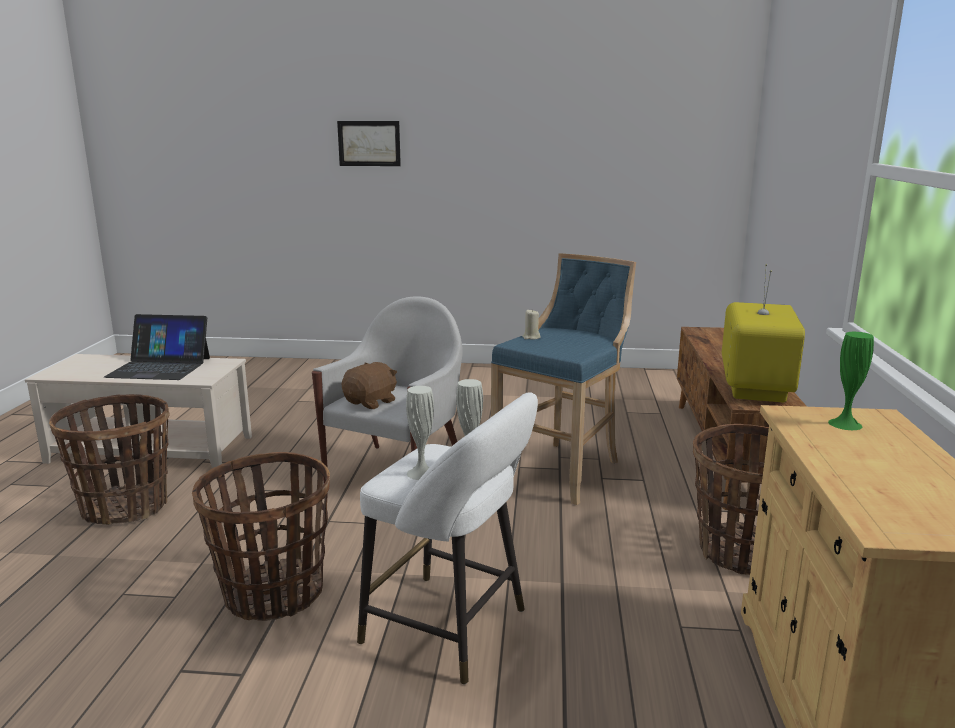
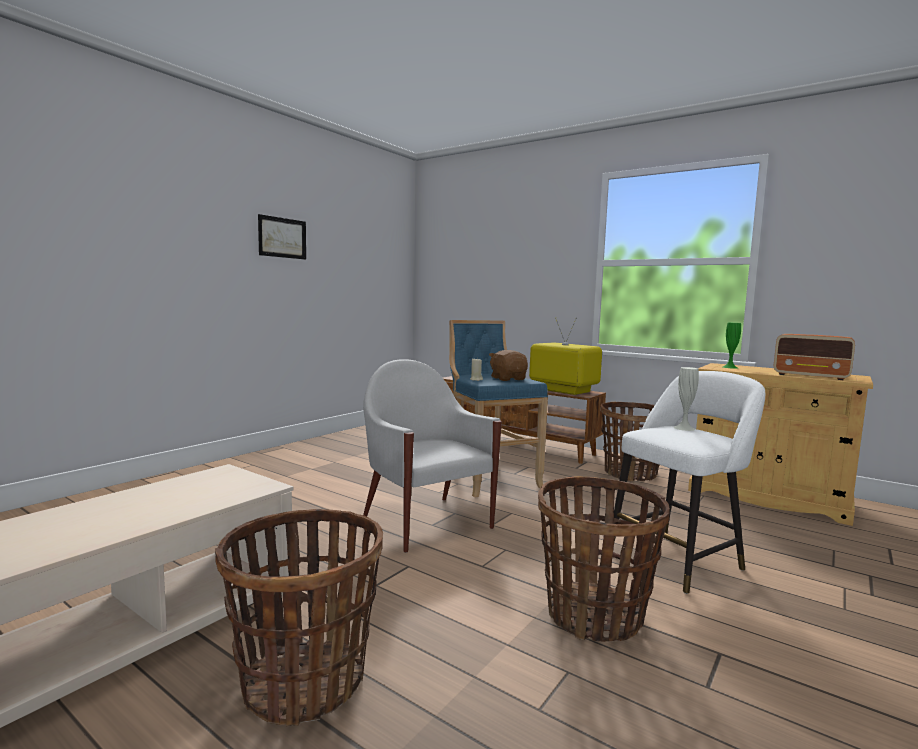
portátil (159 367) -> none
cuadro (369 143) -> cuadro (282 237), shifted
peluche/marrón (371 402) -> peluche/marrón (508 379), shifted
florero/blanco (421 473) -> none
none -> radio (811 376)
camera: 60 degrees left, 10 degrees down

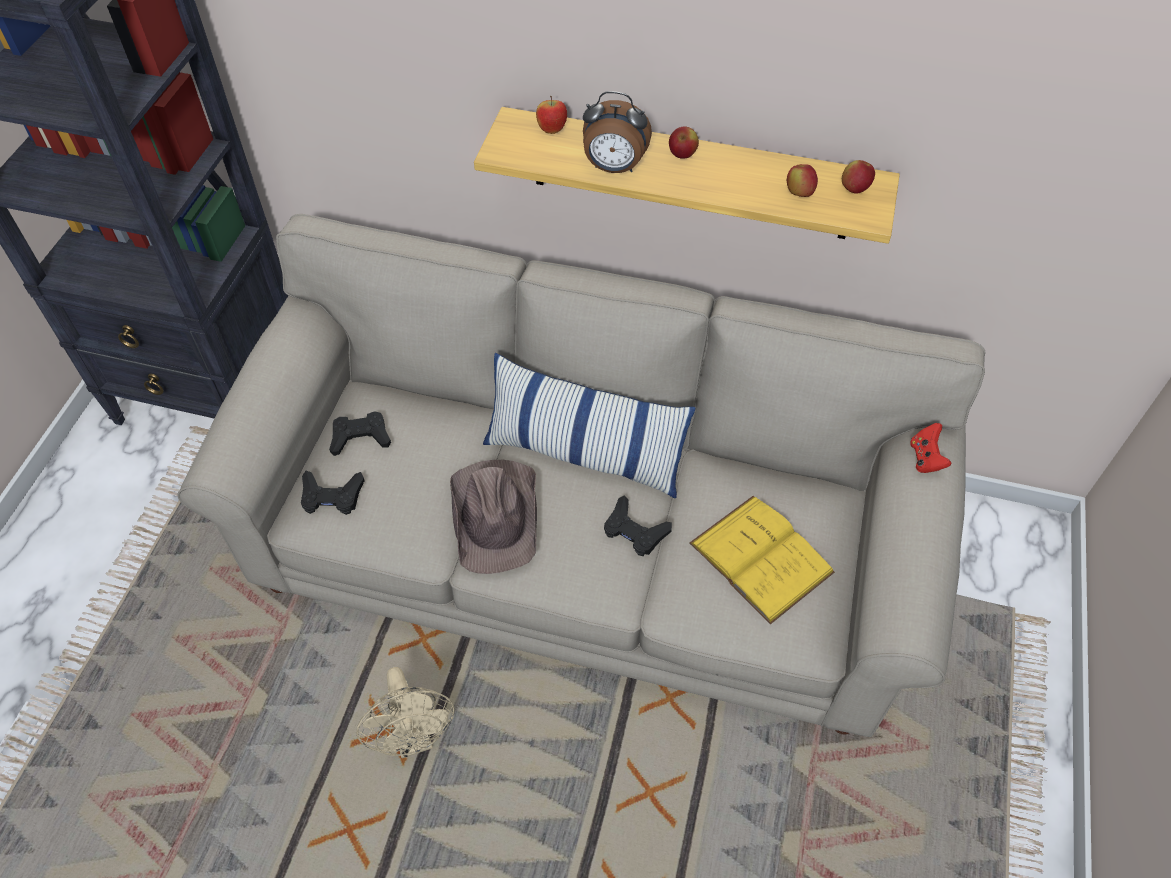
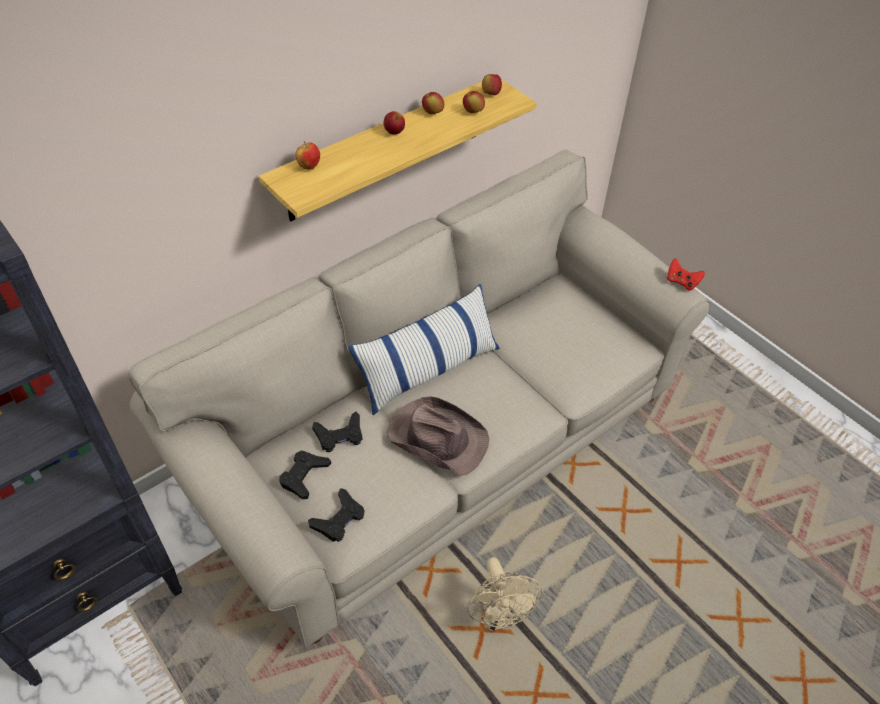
ventilador/beis (414 738) -> ventilador/beis (498 616), 60 degrees clockwise
despertador (614 168) -> none
mando de consola/negro (634 531) -> mando de consola/negro (339 435), shifted
libro/amarillo (761 557) -> none
mando de consola/rojo (925 458) -> mando de consola/rojo (681 282), shifted
none -> manzana (432 113)
camera: 55 degrees left, 5 degrees down

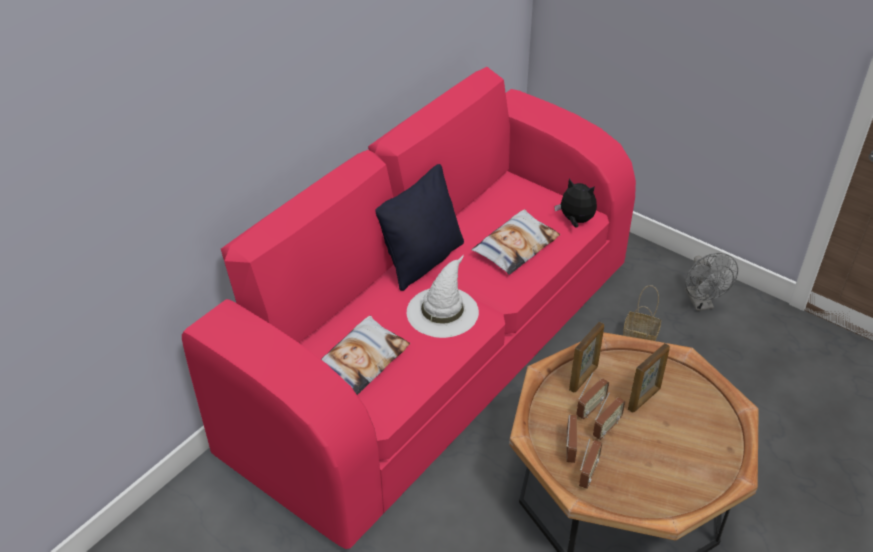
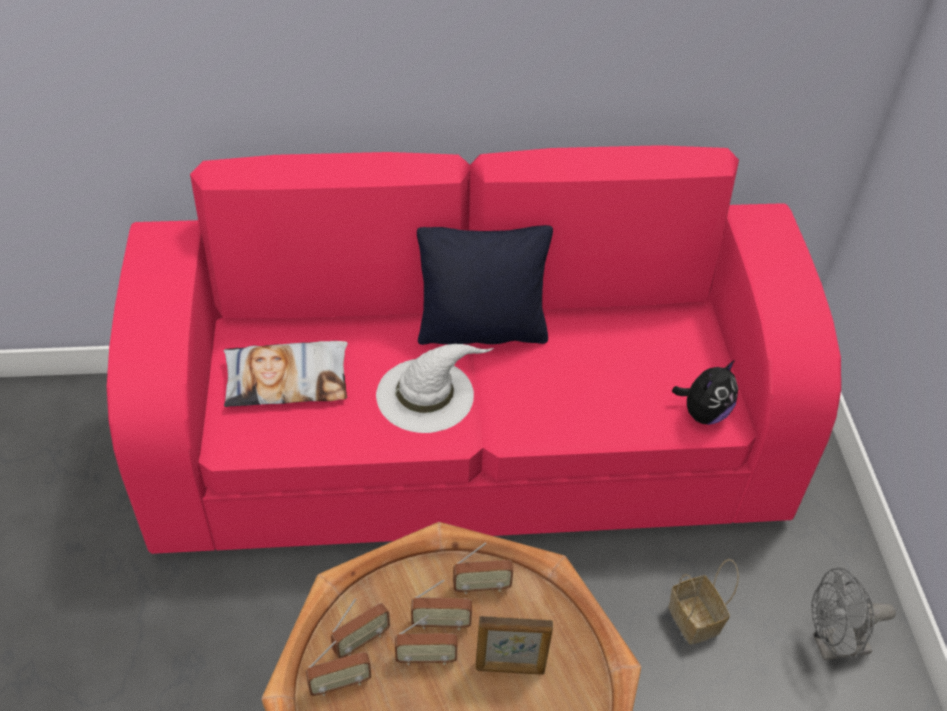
cojín (515 247) -> none
peluche (575 221) -> peluche (703 413), 60 degrees clockwise
portarretratos (584 378) -> radio (481 586)
ventilador/gris (701 303) -> ventilador/gris (832 646), 45 degrees clockwise
camera: 45 degrees right, 5 degrees up

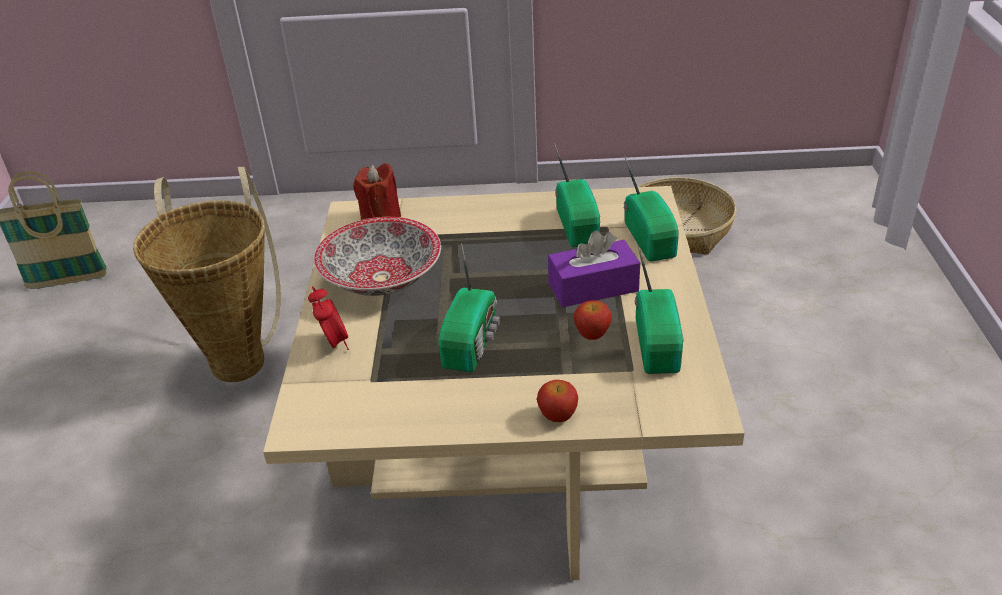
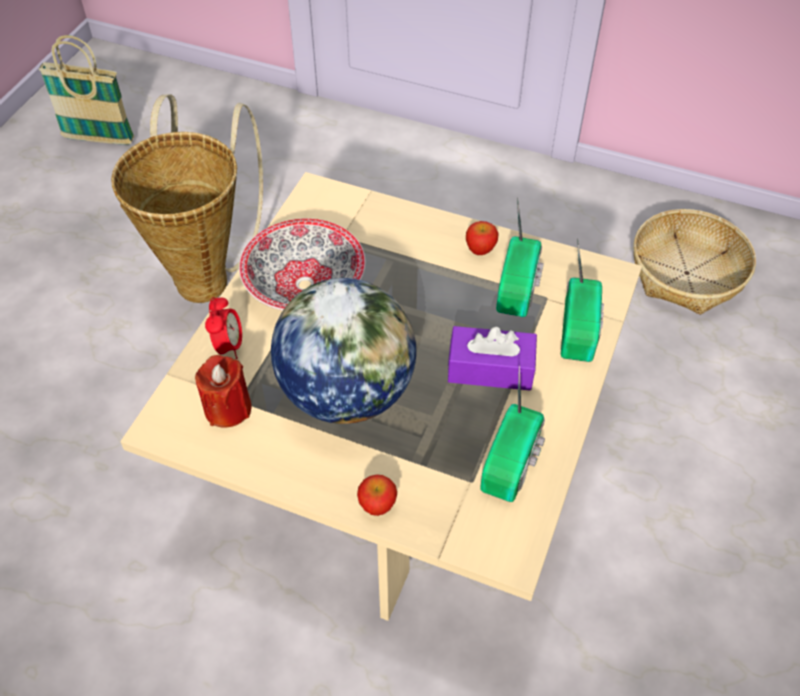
vela/rojo (380 217) -> vela/rojo (228 408), shifted
radio (473 342) -> globo terráqueo (347 392)
manzana (592 333) -> manzana (480 249), shifted
camera: 20 degrees right, 15 degrees up

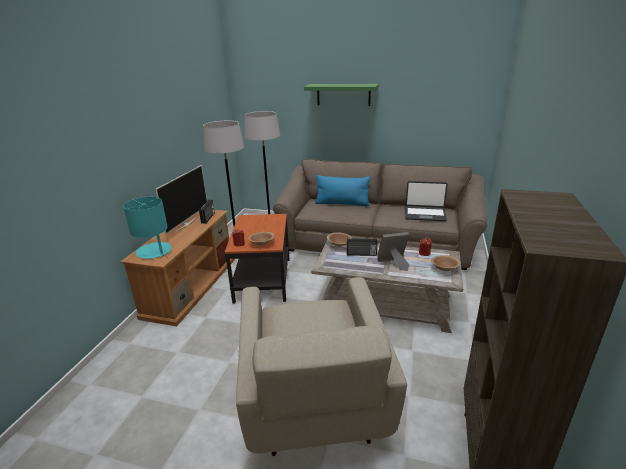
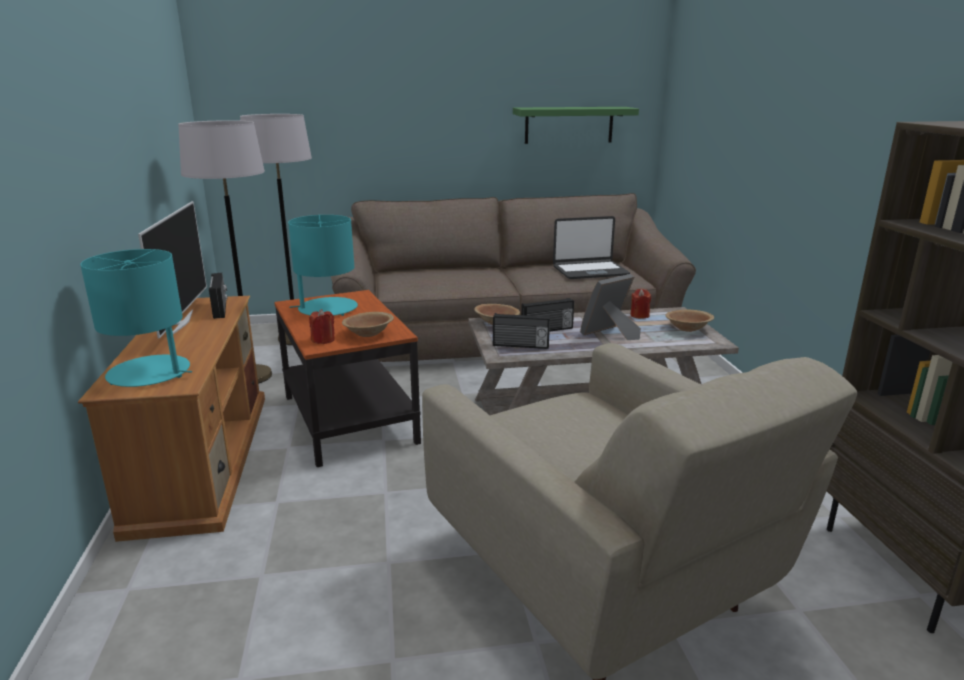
estante/verde (343 94) -> estante/verde (569 125), shifted
cojín/azul (342 203) -> none
none -> lámpara de mesa/turquesa (327 308)
none -> radio (520 345)
camera: 25 degrees left, 5 degrees down

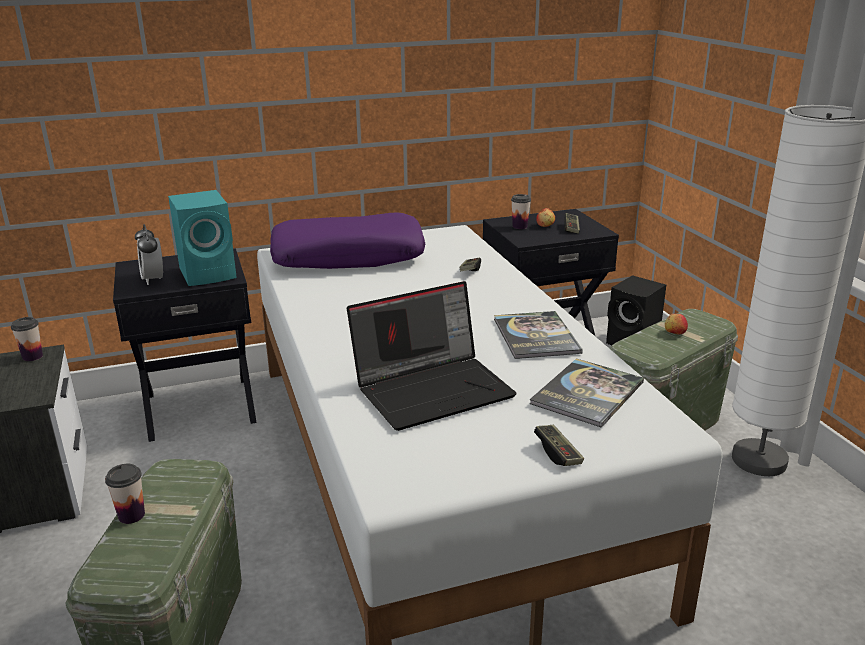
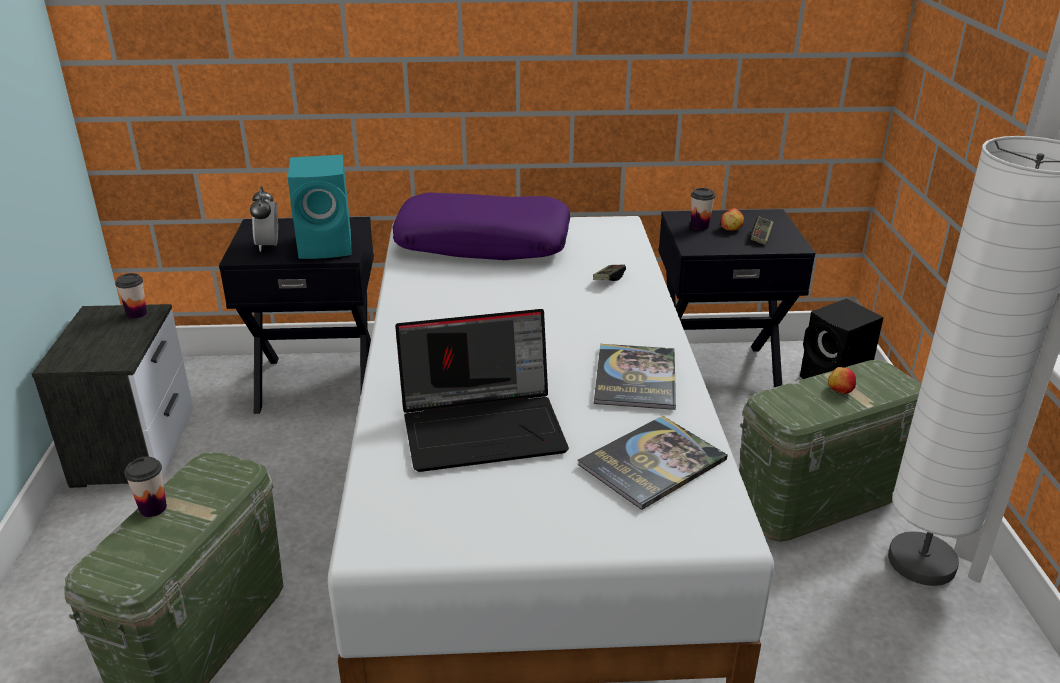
mando de consola (558 453) -> none
camera: 15 degrees right, 5 degrees up

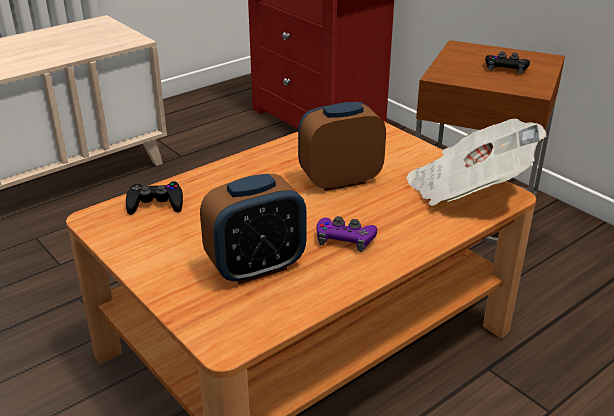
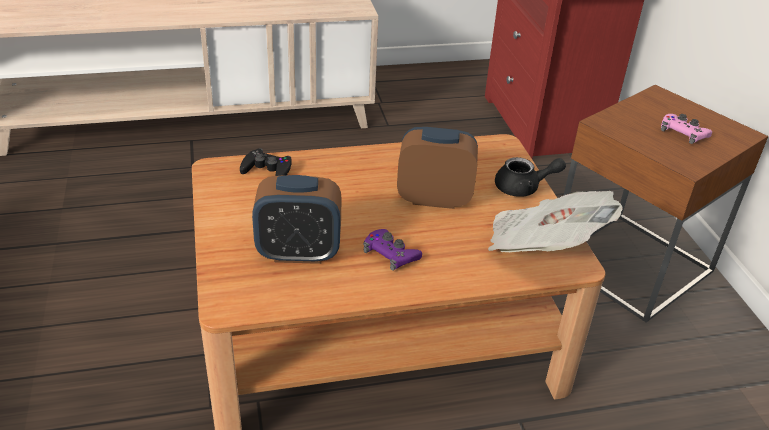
mando de consola/negro (506 68) -> mando de consola/rosa (683 133)
none -> tetera/negro (523 188)
camera: 25 degrees right, 5 degrees up

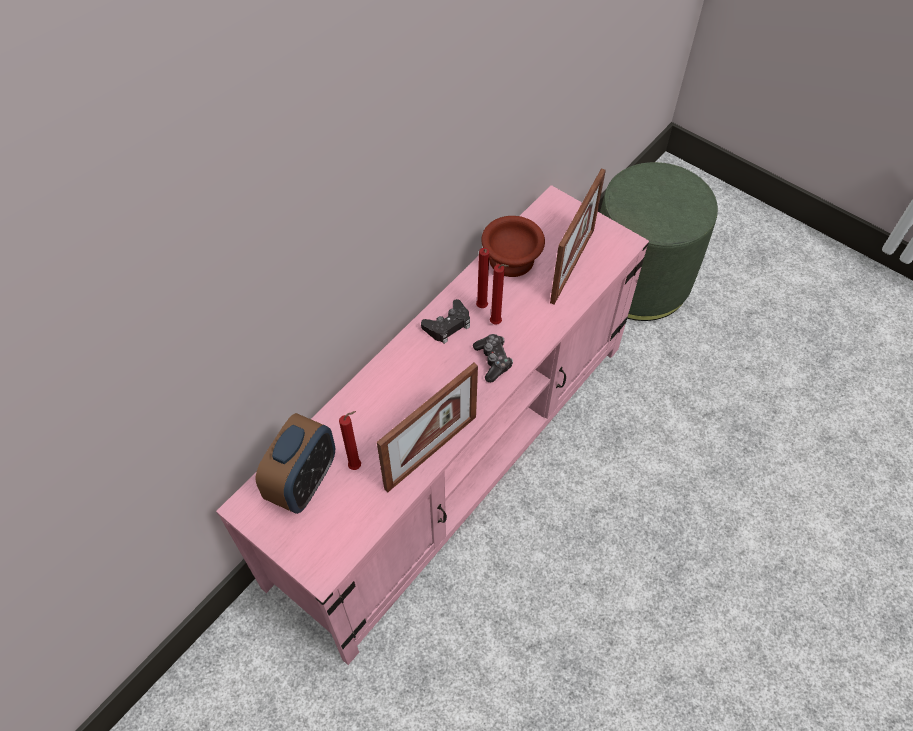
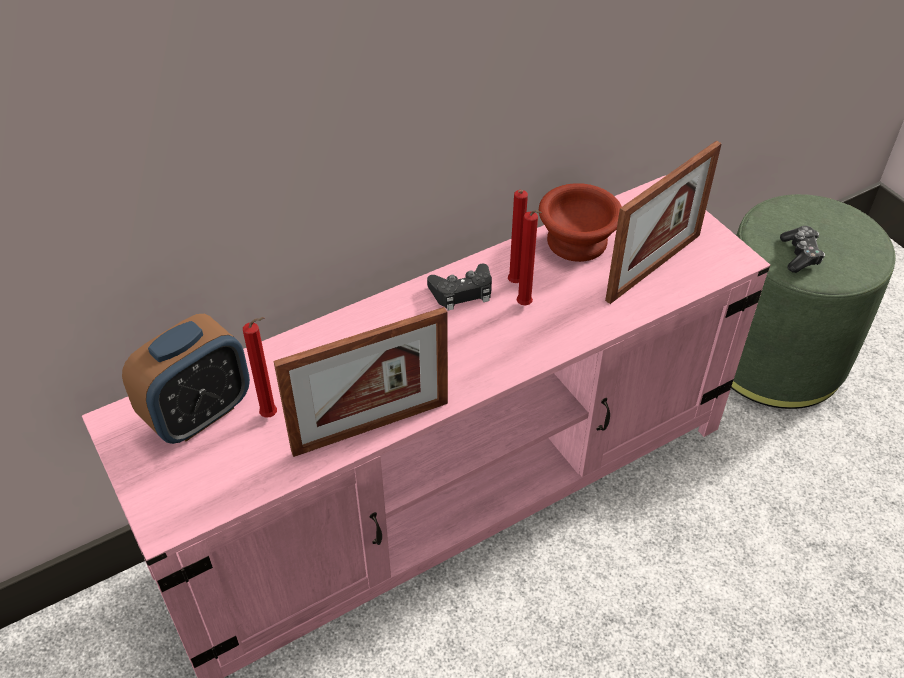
mando de consola (493 360) -> mando de consola (800 255), shifted
camera: 20 degrees right, 10 degrees down

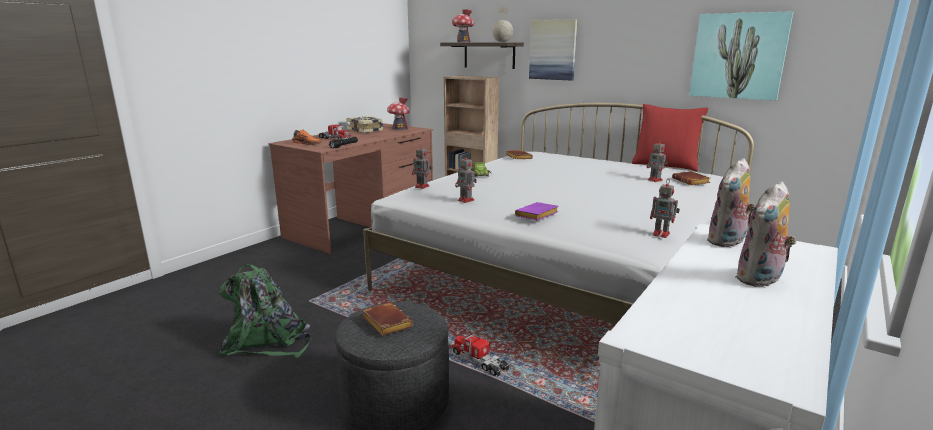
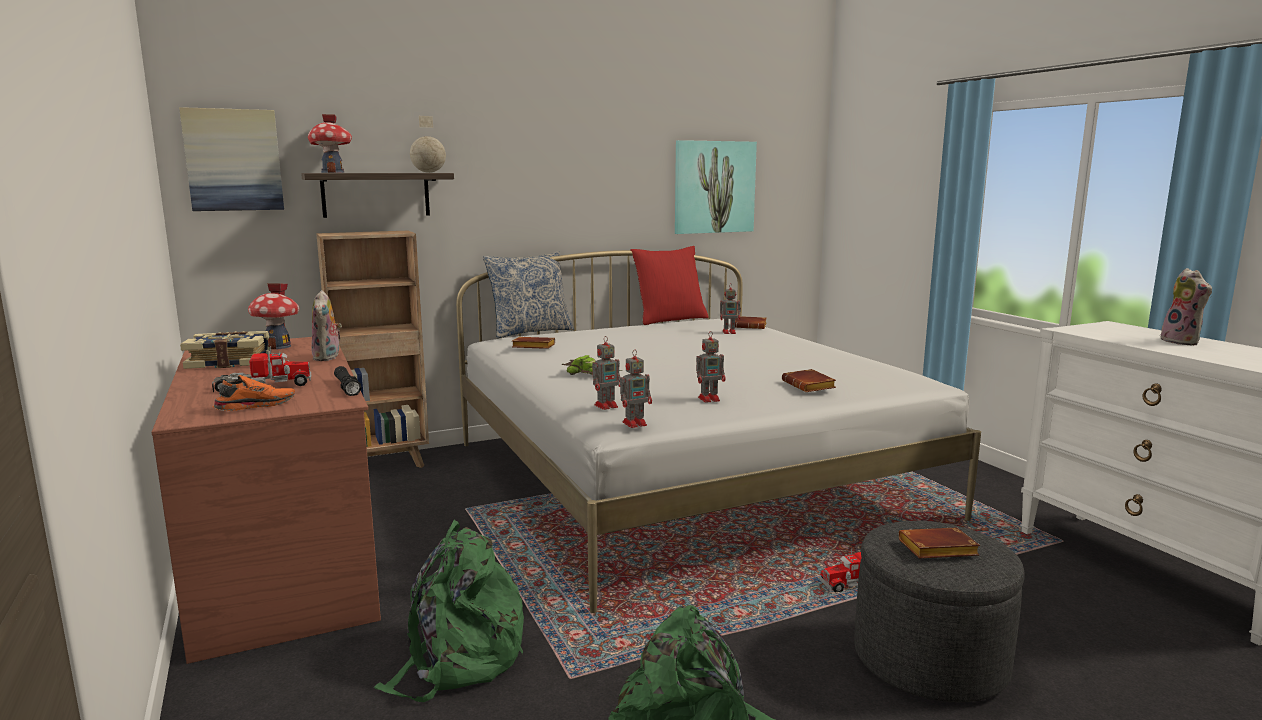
libro/morado (537 215) -> libro/marrón (810 386)
cuadro (553 50) -> cuadro (233 160), shifted
robot de juguete (662 234) -> robot de juguete (635 423), shifted
peluche (727 242) -> peluche (328 357), shifted
none -> mochila/verde (458 658)
none -> cojín (530 332)
camera: 60 degrees left, 5 degrees down

